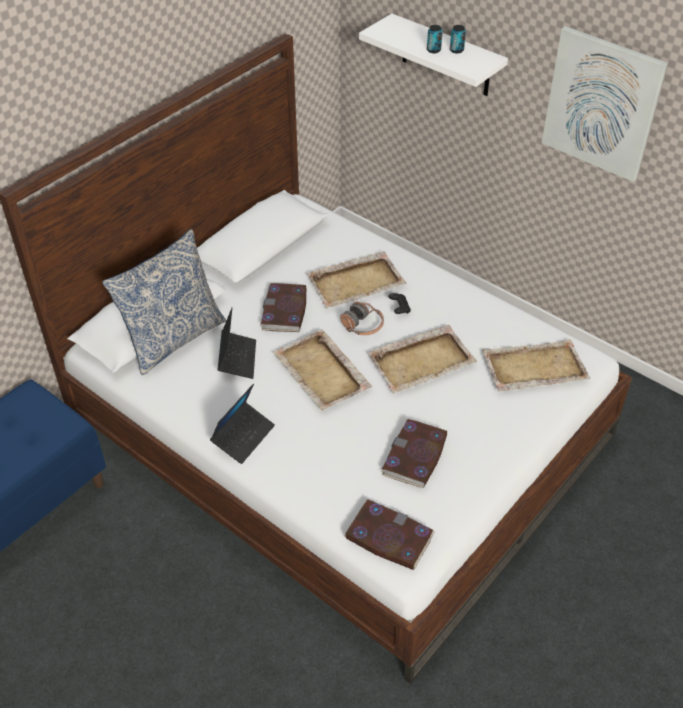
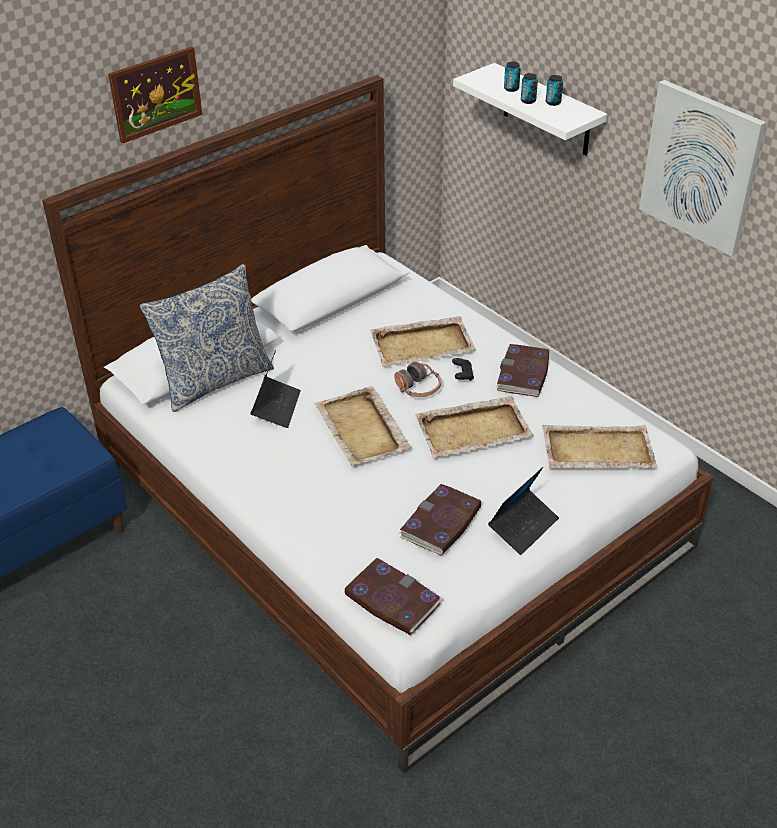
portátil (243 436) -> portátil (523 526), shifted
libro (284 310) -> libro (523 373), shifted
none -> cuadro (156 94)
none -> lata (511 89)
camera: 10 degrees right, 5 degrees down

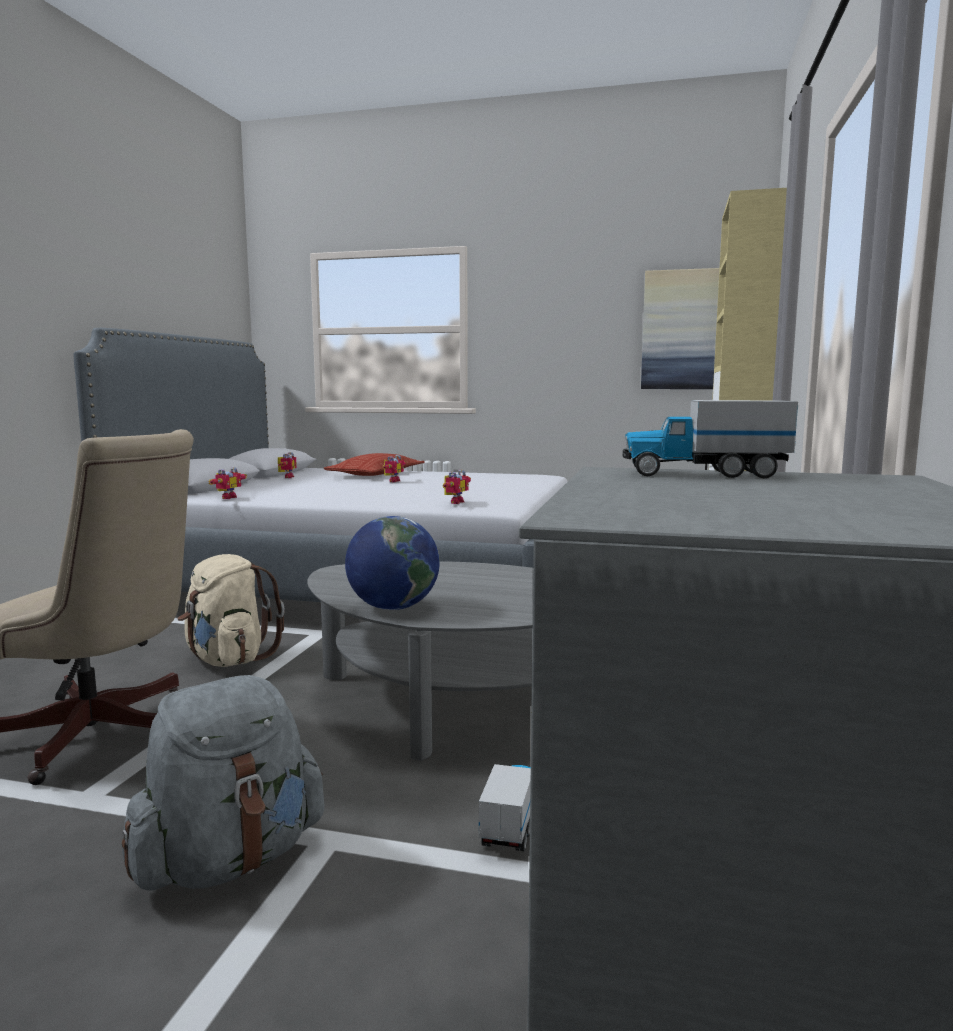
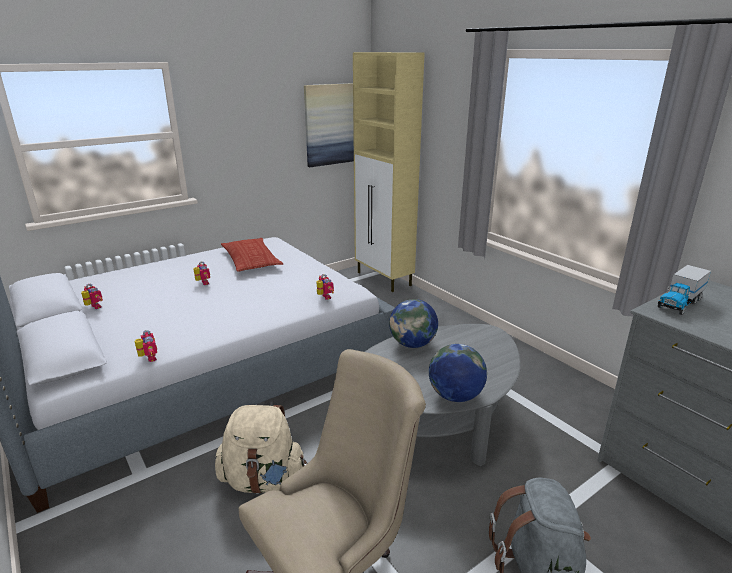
cojín (376 474) -> cojín (251 260), shifted
camión de juguete (512 822) -> none
none -> globo terráqueo (412 344)
camera: 50 degrees left, 15 degrees up

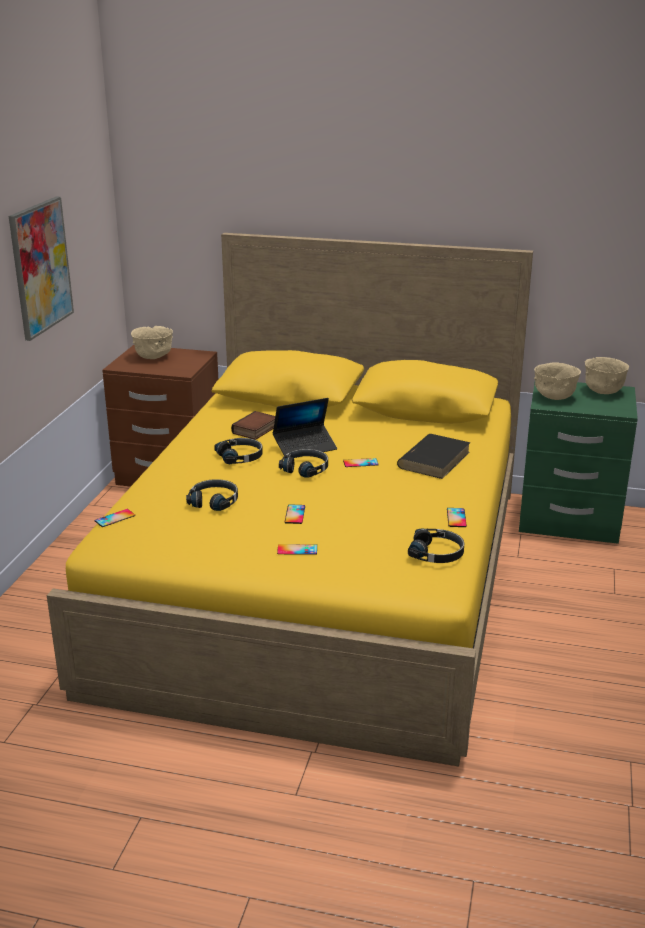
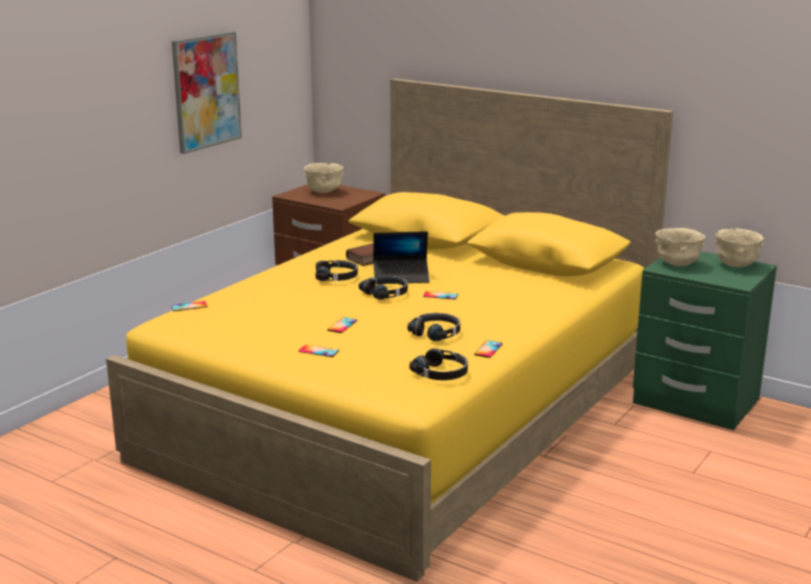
auriculares/negro (214 501) -> auriculares/negro (436 333), shifted
libro/negro (434 459) -> none
camera: 20 degrees right, 5 degrees down

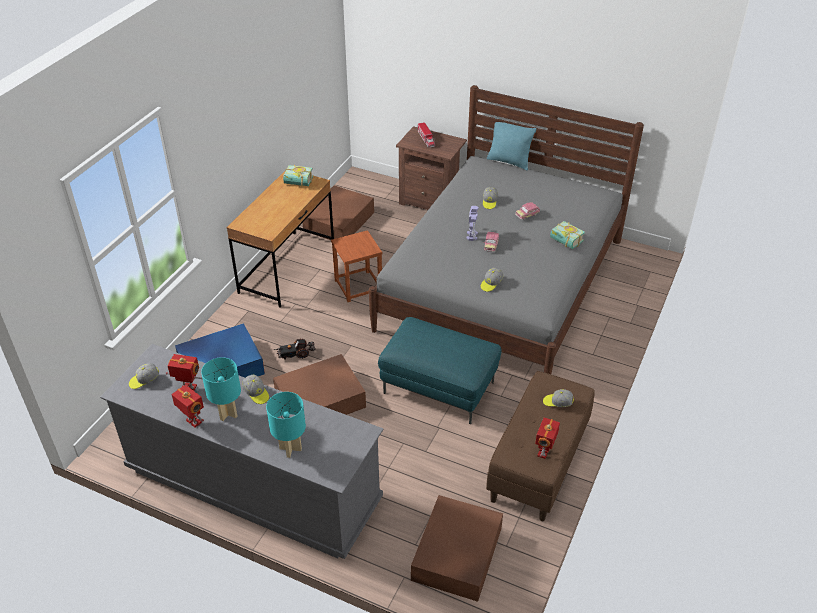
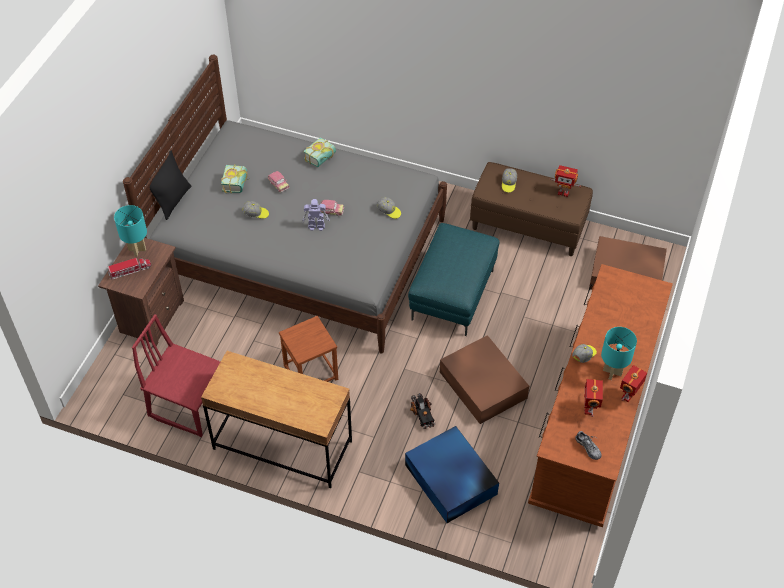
cómoda/gris (253 485) -> cómoda/marrón (593 422)
gorra (144 380) -> zapato (588 448)
lámpara de mesa/turquesa (290 449) -> lámpara de mesa/turquesa (137 250), shifted
libro (297 183) -> libro (238 184), shifted
caja de almacenaje/marrón (340 221) -> silla/rojo (189 404)
cojín/turquesa (509 162) -> cojín/negro (173 201)
camera: 95 degrees left, 10 degrees up

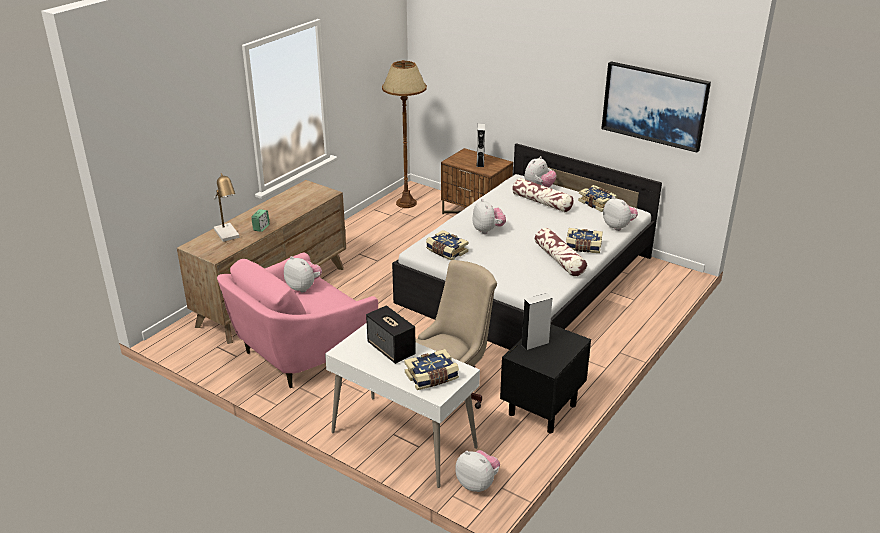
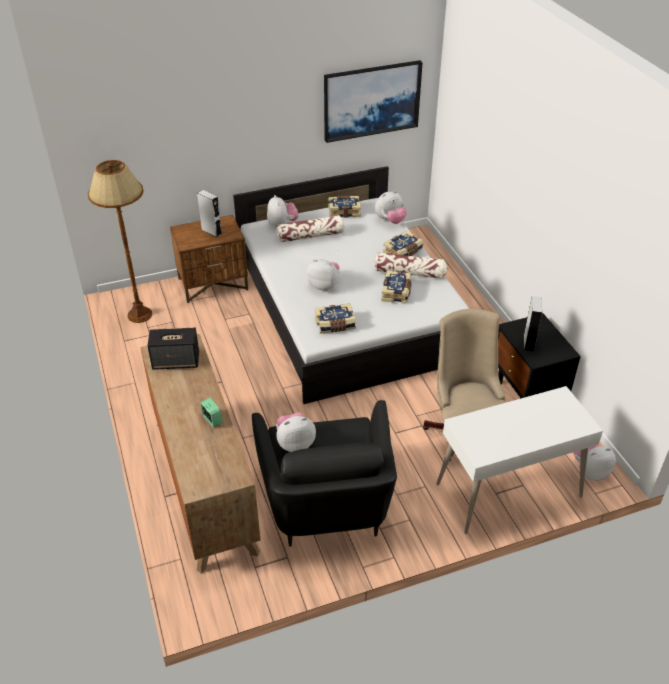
lámpara de mesa (228 235) -> none
sillón/rosa (301 353) -> sillón/negro (327 504)
altavoz (391 349) -> altavoz (176 361), shifted
libro (432 377) -> libro (397 292), shifted
peluche (618 226) -> peluche (390 221), 150 degrees clockwise
camera: 55 degrees left, 10 degrees up

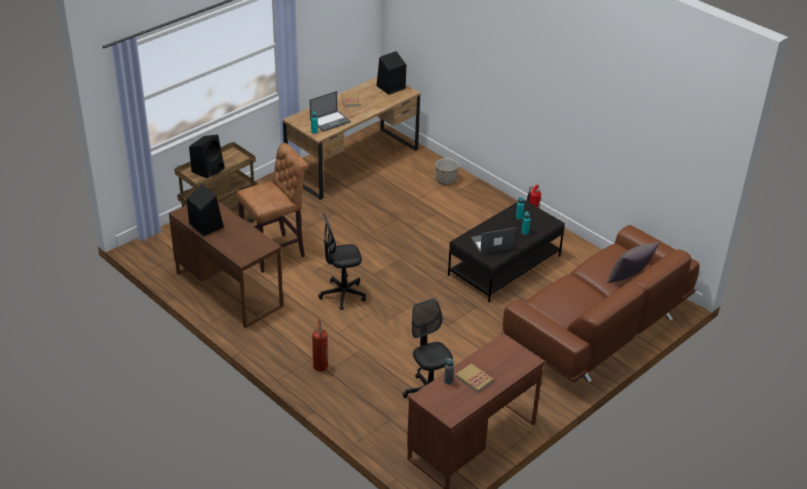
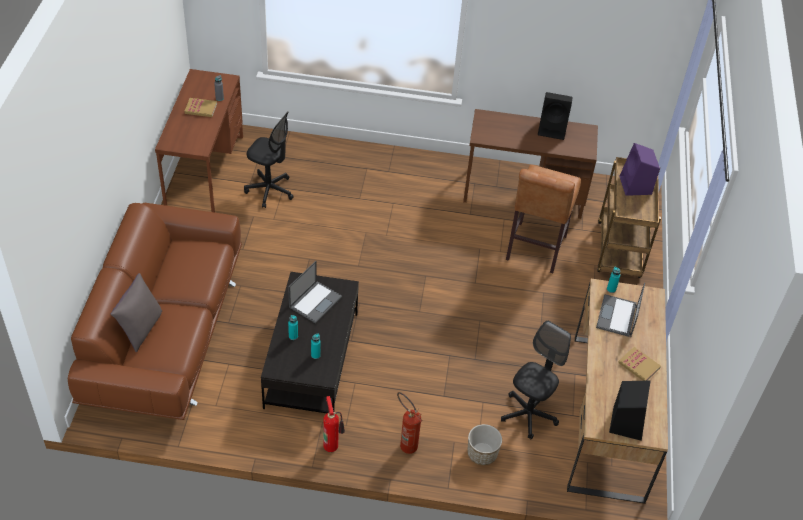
altavoz/negro (208 170) -> altavoz/morado (636 186)
extintor (320 369) -> extintor (405 443), shifted
silla de oficina/negro (342 295) -> silla de oficina/negro (528 415), shifted
camera: 140 degrees right, 10 degrees up

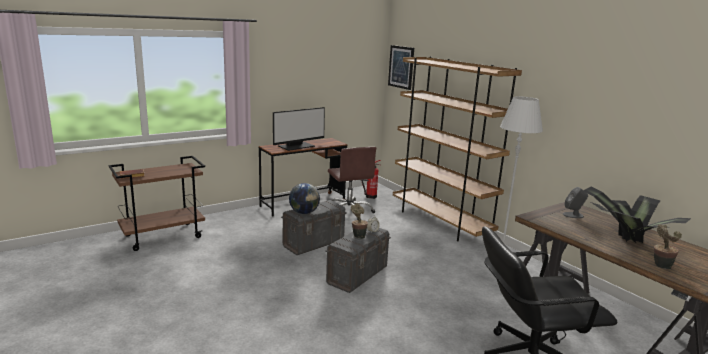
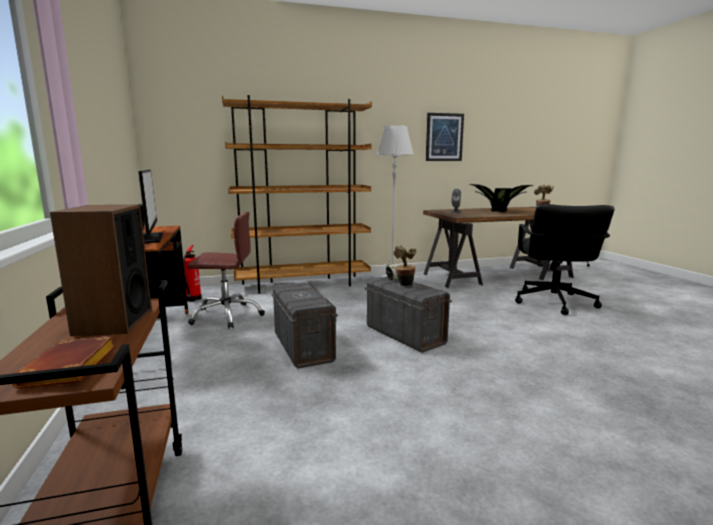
globo terráqueo (304 212) -> none
cuadro (401 67) -> cuadro (444 137), shifted
none -> altavoz (113 322)
camera: 70 degrees left, 5 degrees down

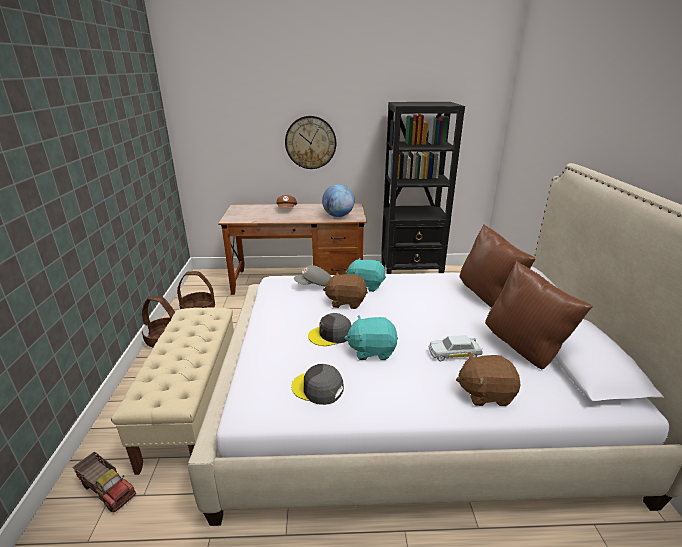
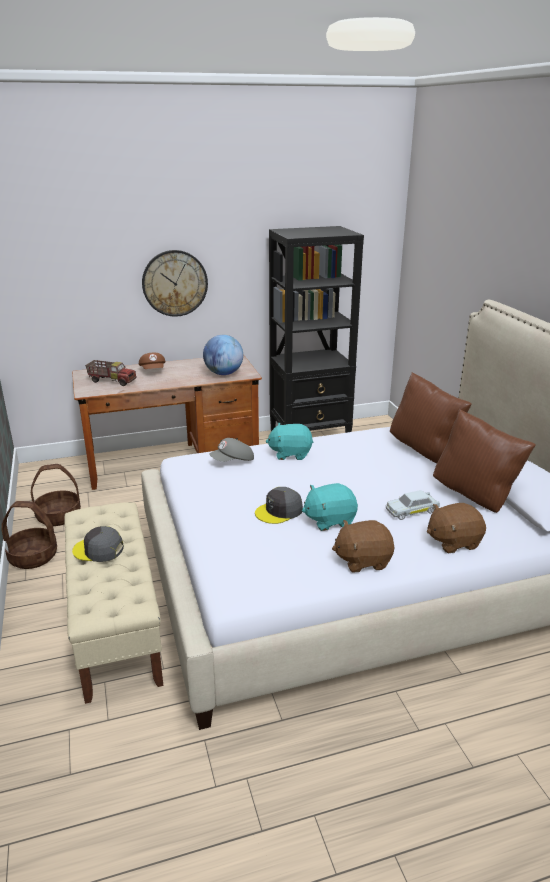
camión de juguete (108 489) -> camión de juguete (112 381), shifted
gorra/gris (317 388) -> gorra/gris (98 550), shifted
peluche/marrón (346 302) -> peluche/marrón (363 560), shifted
camera: 15 degrees left, 0 degrees up

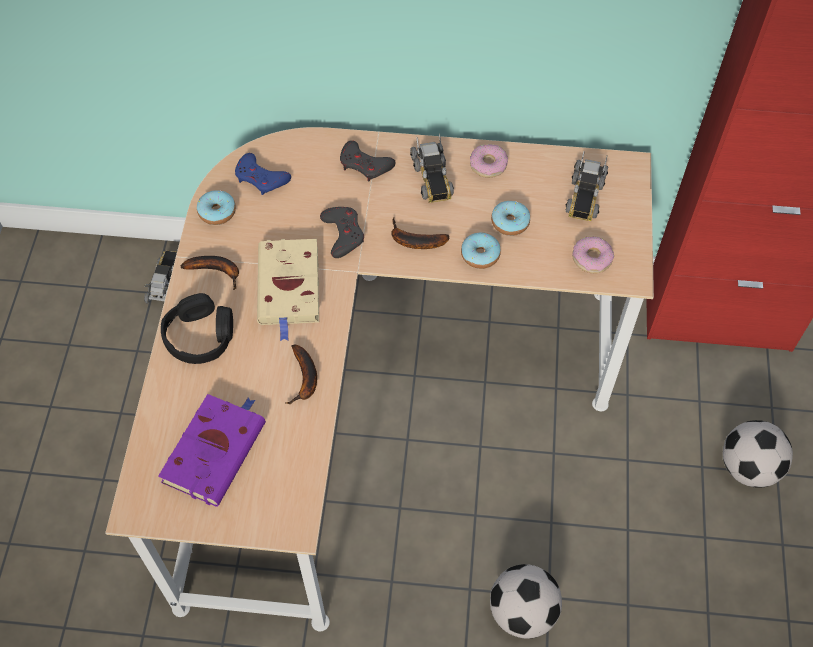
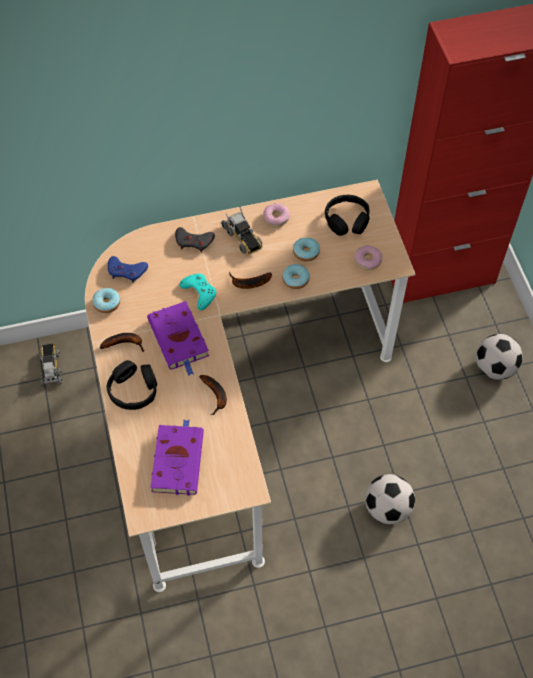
libro/beis (289 288) -> libro/morado (179 339)
mando de consola/gris (343 234) -> mando de consola/turquesa (199 292)
camión de juguete (585 195) -> auriculares/negro (347 220)
camera: 20 degrees left, 0 degrees up

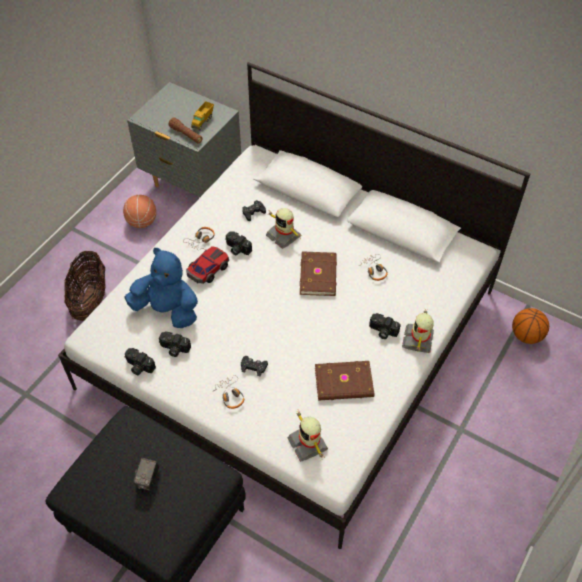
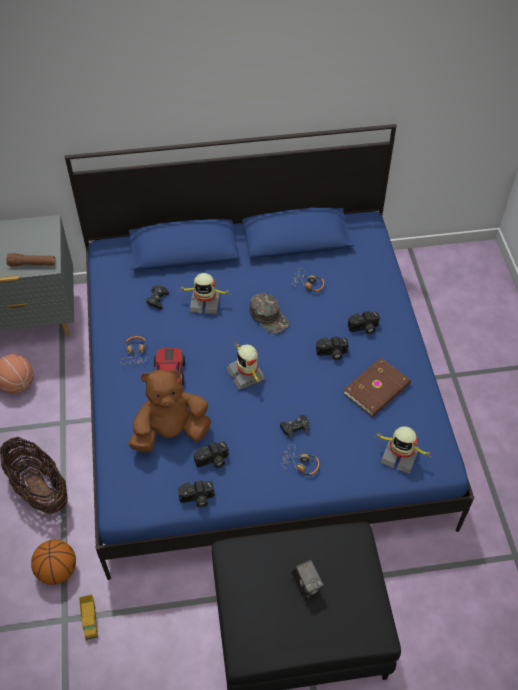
cama/blanco (291 338) -> cama/azul (259 395)
peluche/azul (167 310) -> peluche/marrón (171 432)
camión de juguete (203 121) -> camión de juguete (90 621), shifted
cámara (237 249) -> cámara (332 353), shifted
libro/marrón (319 275) -> gorra/verde (269 316)
robot de juguete (418 340) -> robot de juguete (246 374), shifted
balón de baloncesto (526 336) -> balón de baloncesto (58 570), shifted
camera: 40 degrees left, 0 degrees up

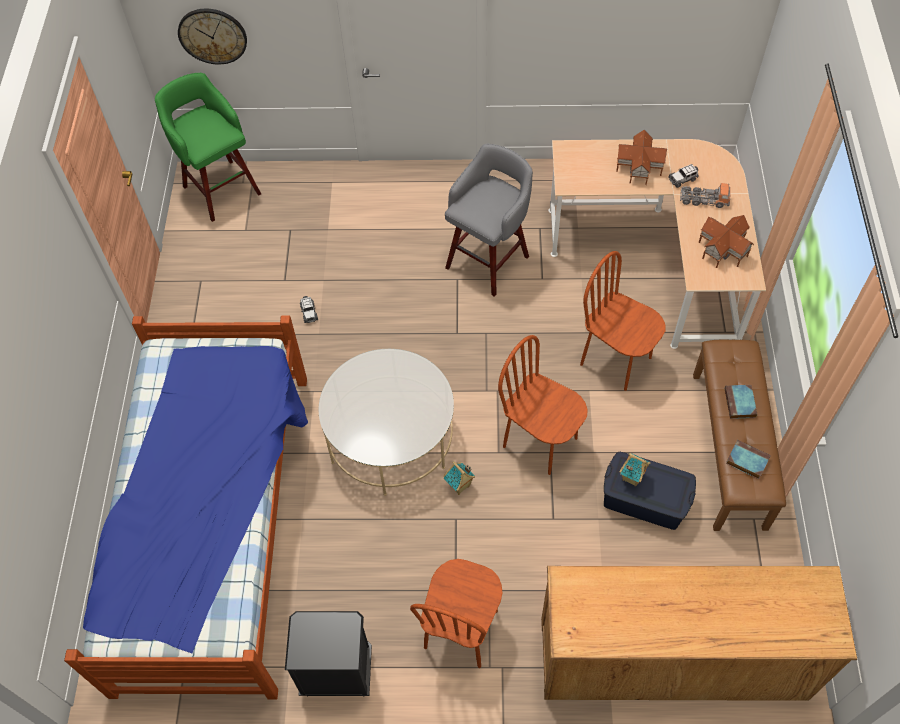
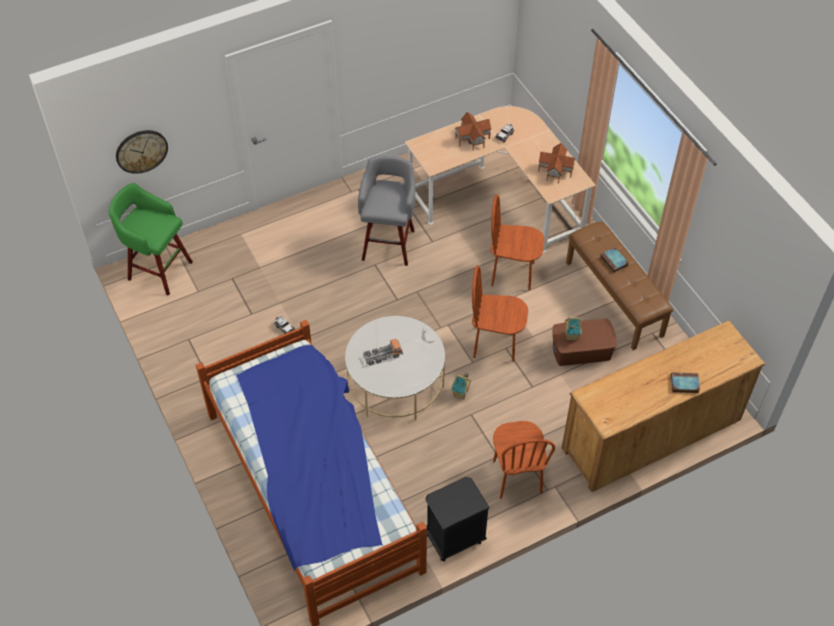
caja de almacenaje/azul (644 500) -> caja de almacenaje/marrón (581 351)
camión de juguete (704 200) -> camión de juguete (383 355), shifted
libro (746 460) -> libro (684 384), shifted
camera: 30 degrees left, 5 degrees down

